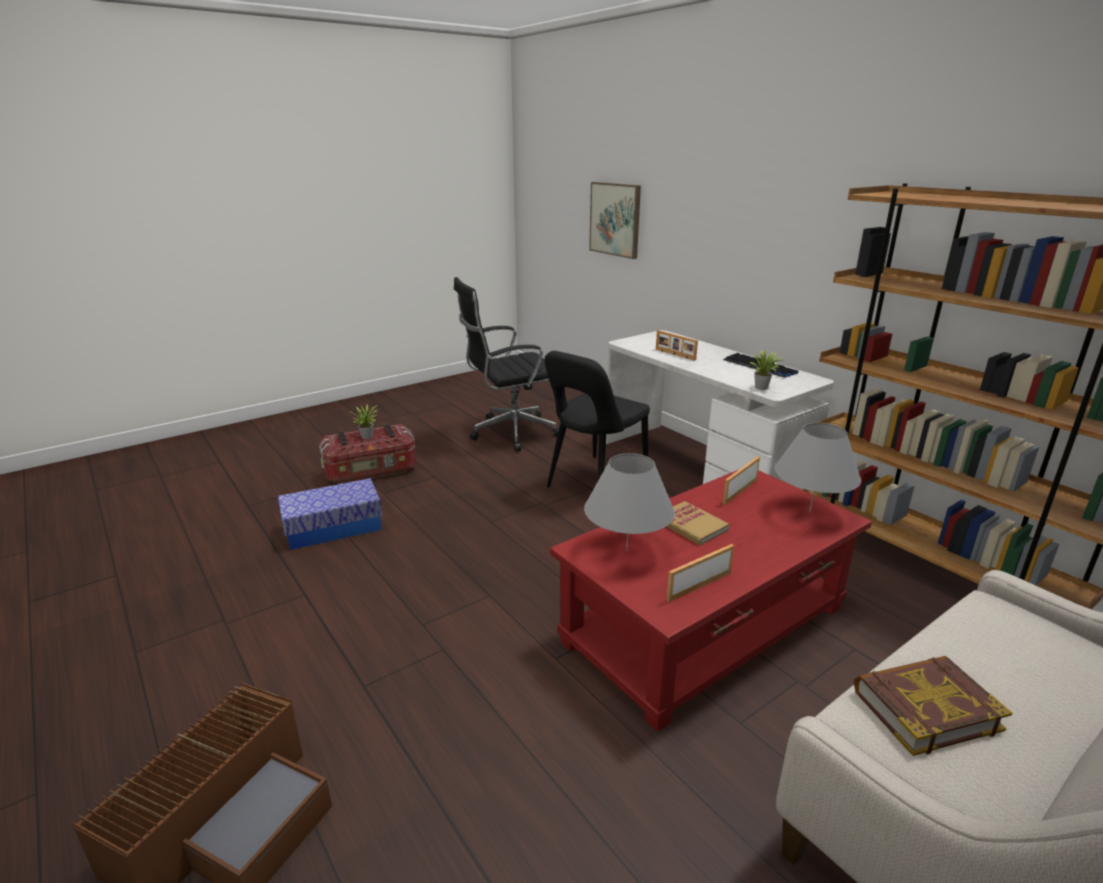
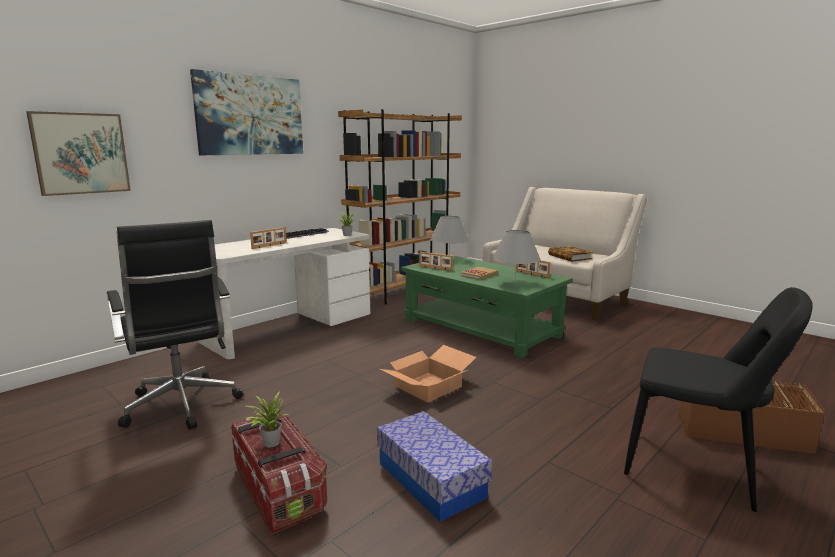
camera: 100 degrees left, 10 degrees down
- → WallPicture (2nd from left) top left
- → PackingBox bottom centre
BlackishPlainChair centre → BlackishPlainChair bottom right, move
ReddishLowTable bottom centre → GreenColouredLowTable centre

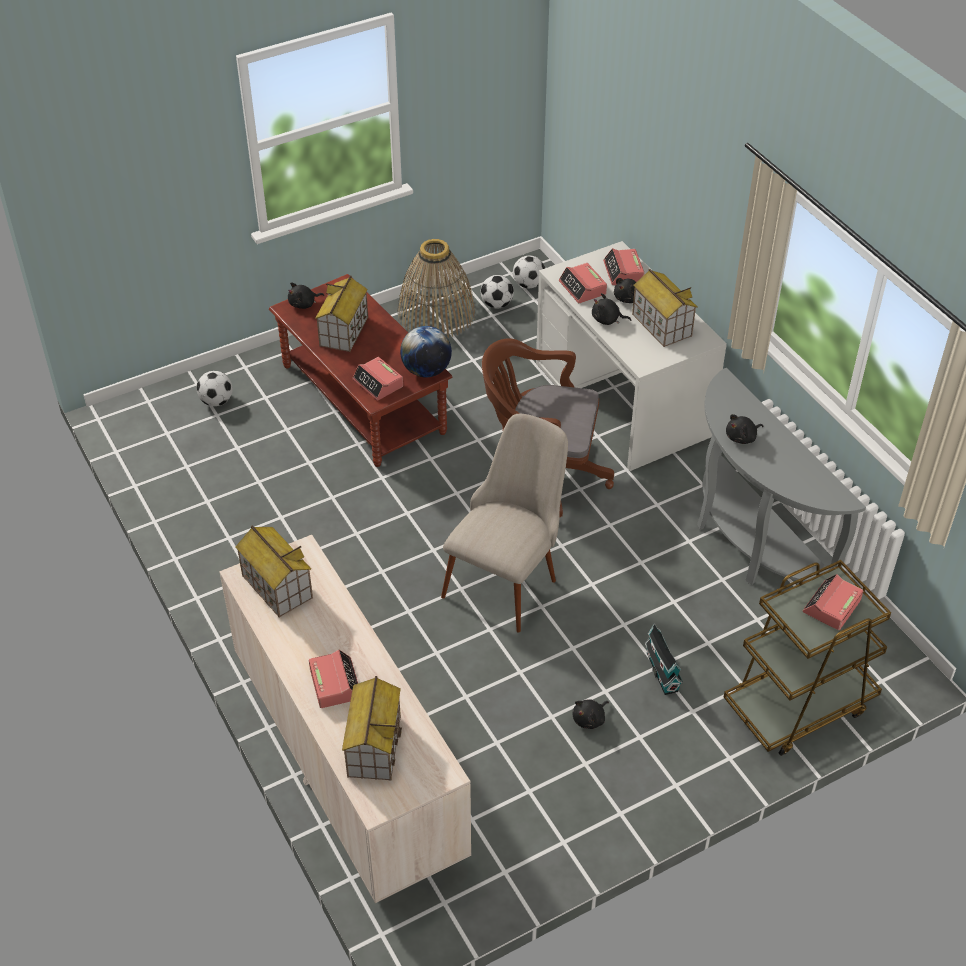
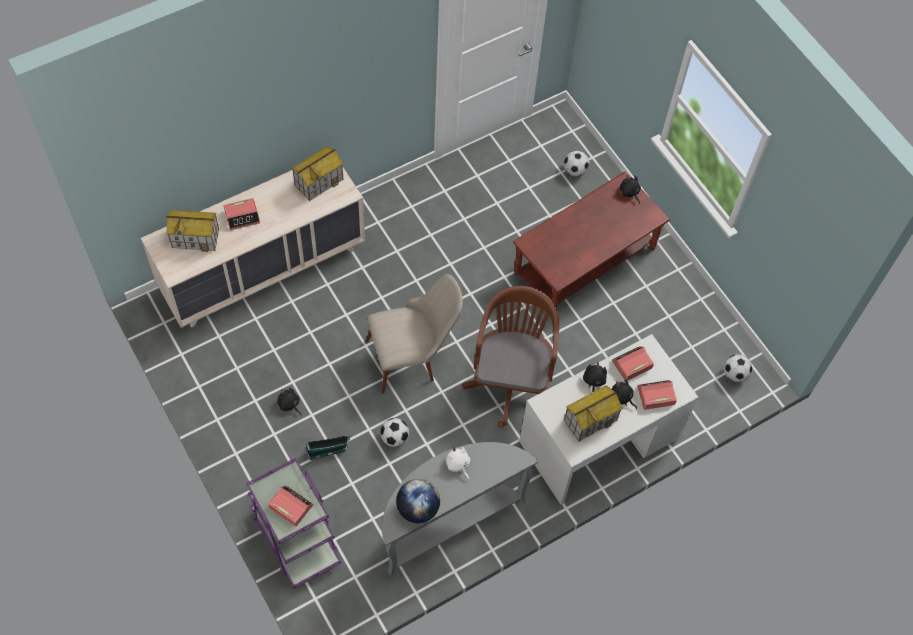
camera: 85 degrees right, 15 degrees up
MiniatureHouse (2nd from left) top centre → -
TableClock (2nd from left) centre → -
HouseholdBasket top centre → -
DeskGlobe centre → DeskGlobe bottom centre, move
Football (2nd from left in the first image) top centre → Football (1st from left) bottom centre, move
BrownColouredCart bottom right → PurplishCart bottom left
BlackishSoftToy (5th from left) middle right → WhitishSoftToy bottom centre
BeigePlainChair centre, 45 degrees counterclockwise

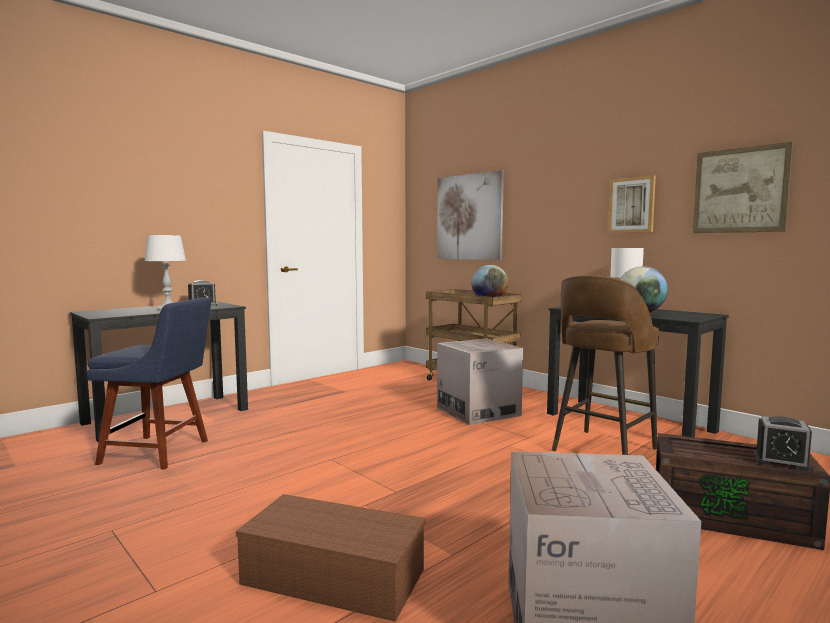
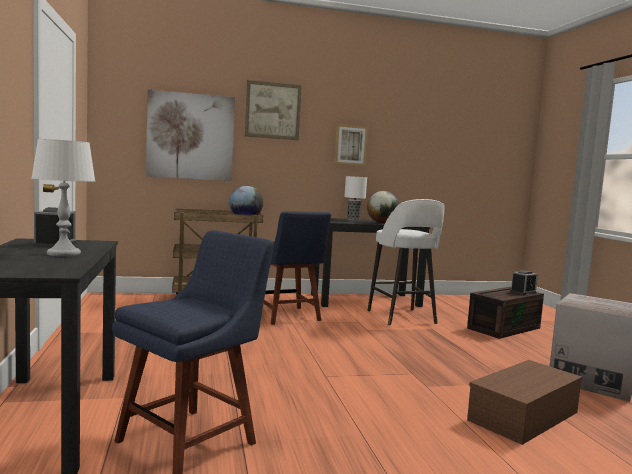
camera: 60 degrees left, 0 degrees up
WallPicture (3rd from left in the first image) top right → WallPicture (2nd from left) top centre, move
PackingBox (1st from left) centre → BluishPlainChair (2nd from left) centre
BrownColouredSittingStool middle right → WhitishSittingStool centre

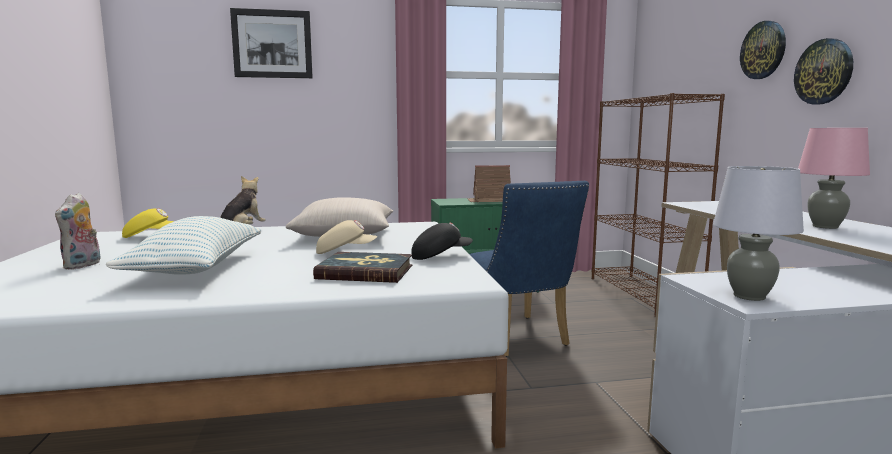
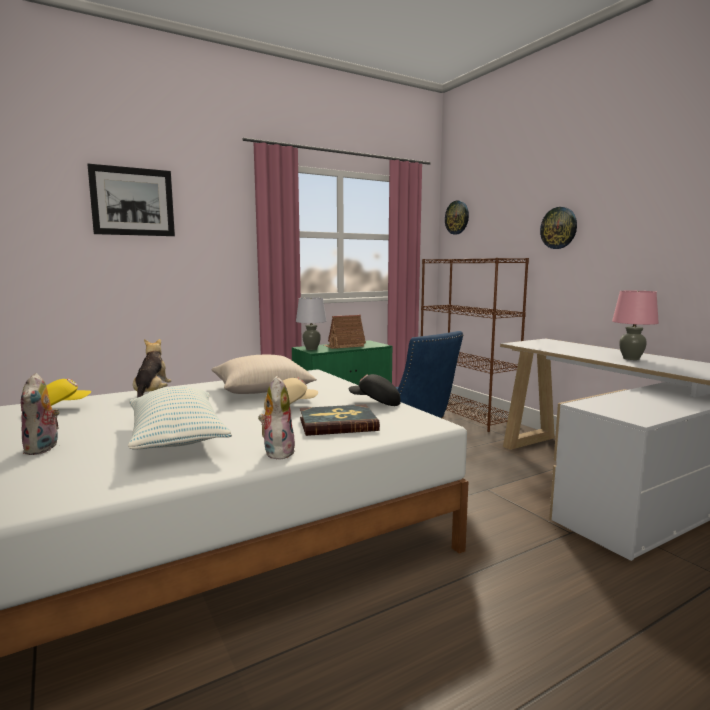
camera: 20 degrees left, 0 degrees up
- → SoftToy (3rd from left) centre
GrayTabletopLamp middle right → GrayTabletopLamp centre, move
ClockOnTheWall (2nd from left in the first image) top right → ClockOnTheWall (1st from left) top centre, move
BlackishCap centre, 120 degrees counterclockwise

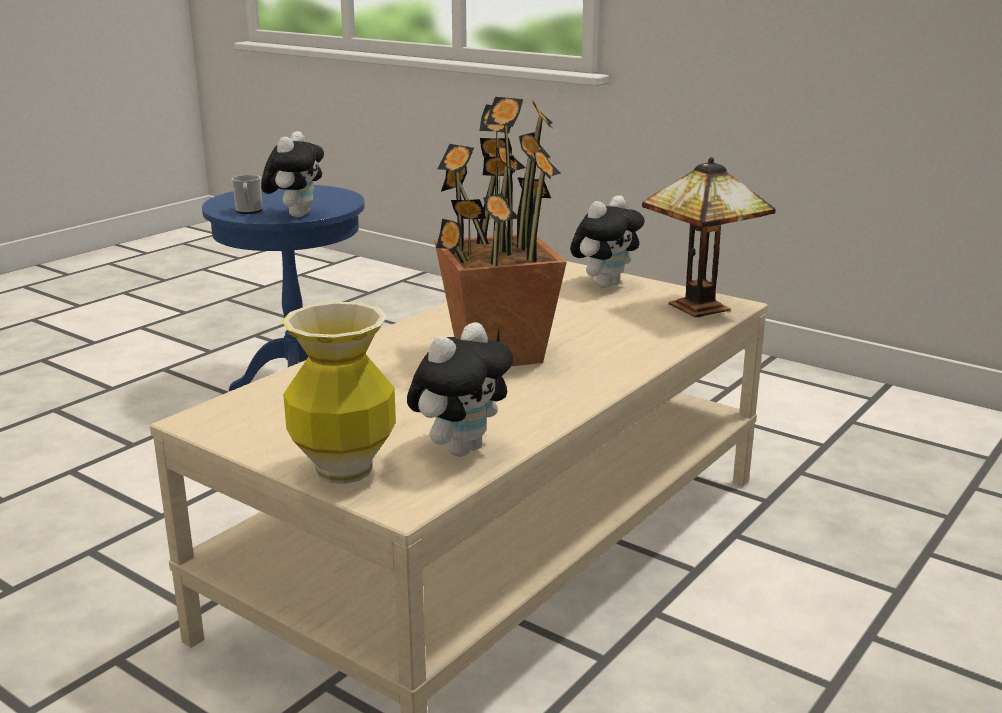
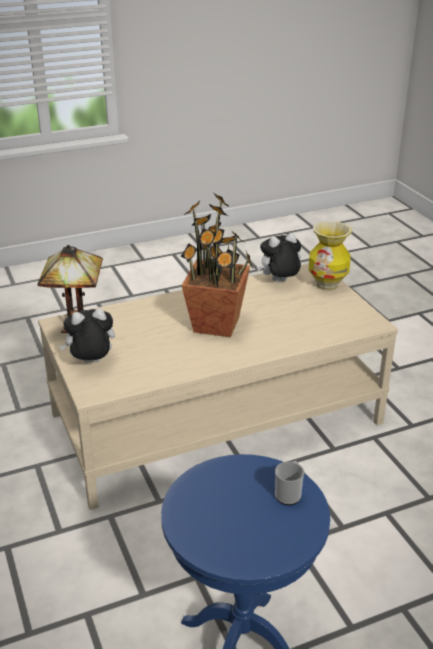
camera: 150 degrees left, 10 degrees up
SoftToy (1st from left) top left → -

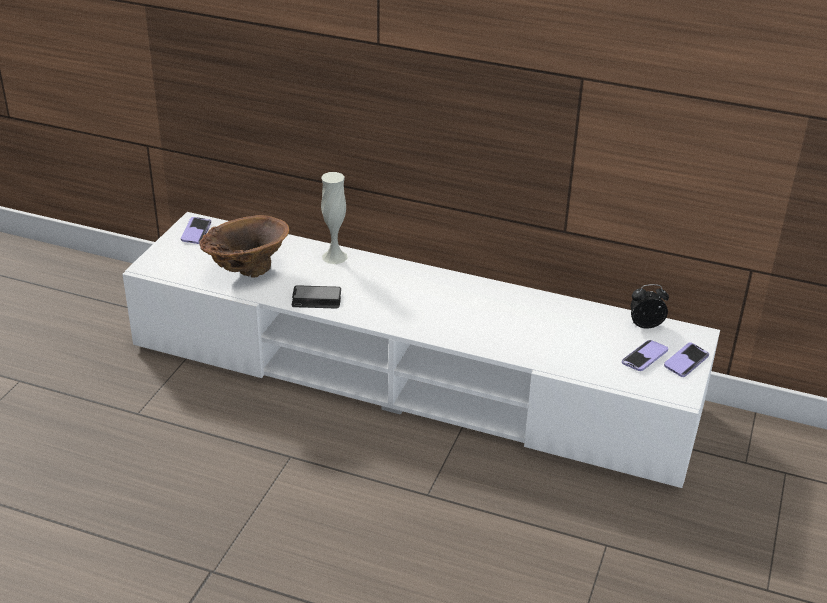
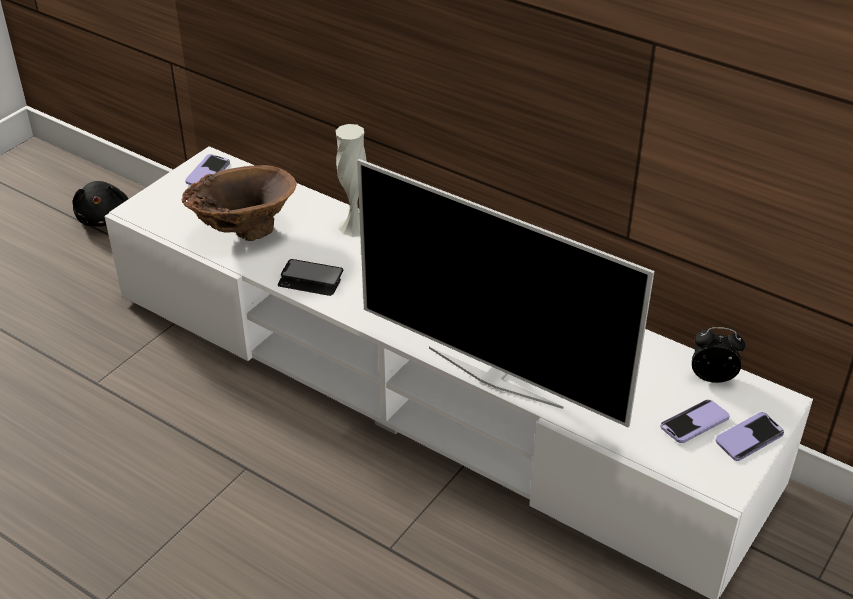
camera: 15 degrees right, 5 degrees up
- → BlackishSoftToy middle left
- → Television centre

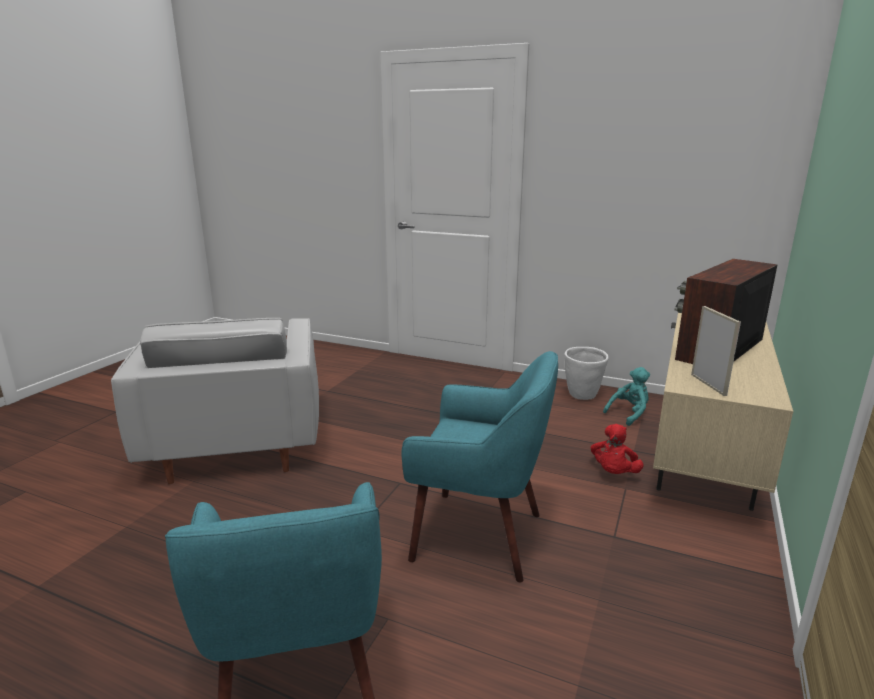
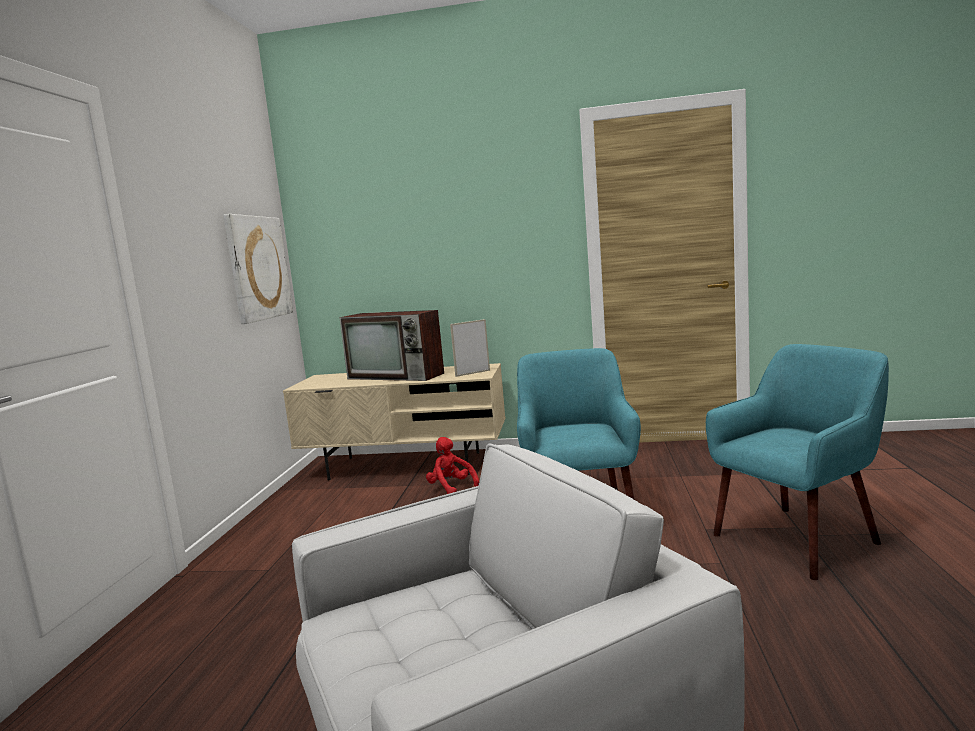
camera: 105 degrees left, 10 degrees down
WhitishFlowerPot middle right → -
TurquoiseSoftToy middle right → -
- → WallPicture middle left
ReddishSoftToy middle right → ReddishSoftToy centre, 135 degrees counterclockwise

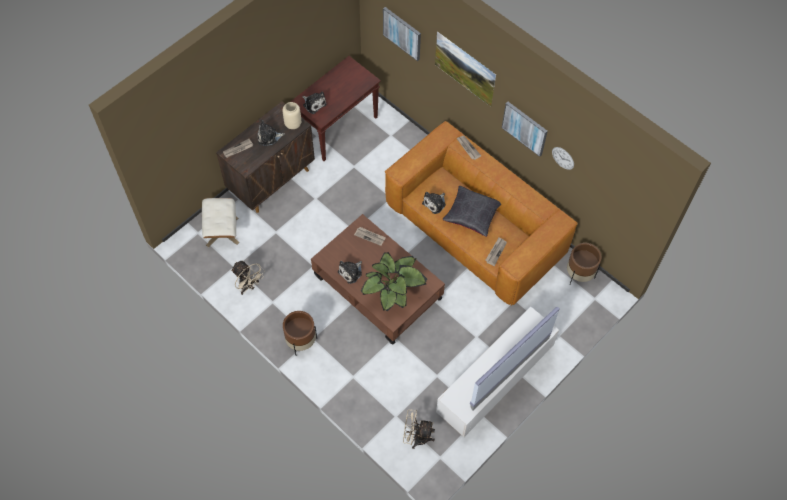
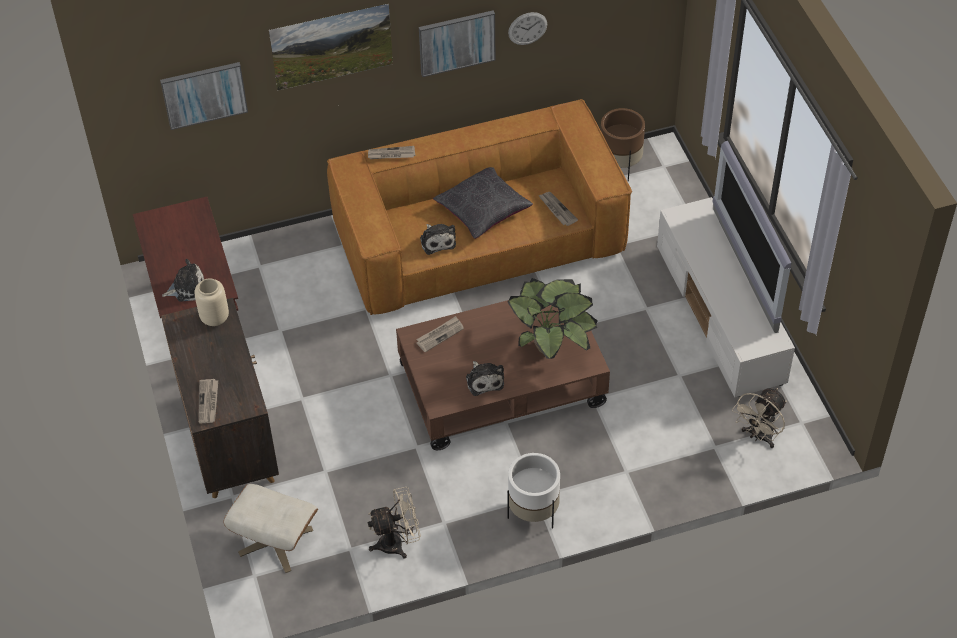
camera: 60 degrees left, 10 degrees down
SoftToy (1st from left) top centre → -
BrownColouredFlowerPot (1st from left) centre → WhitishFlowerPot bottom centre

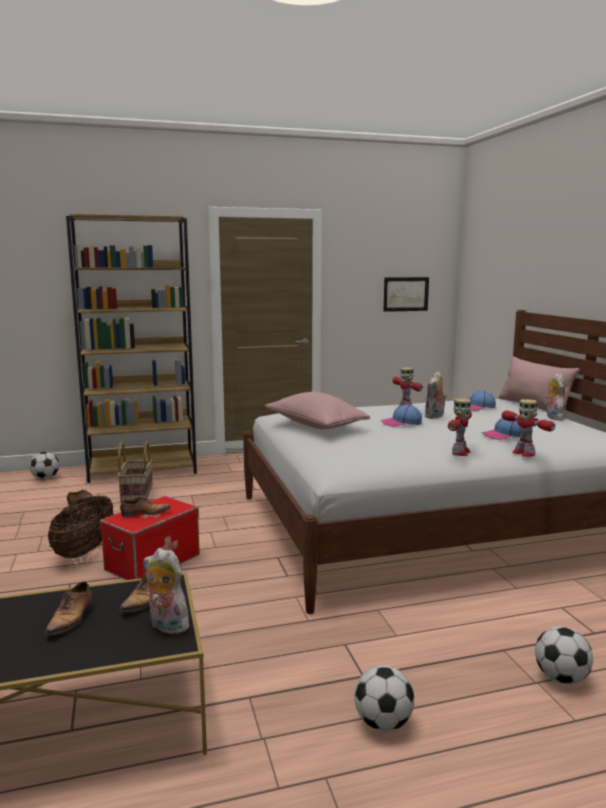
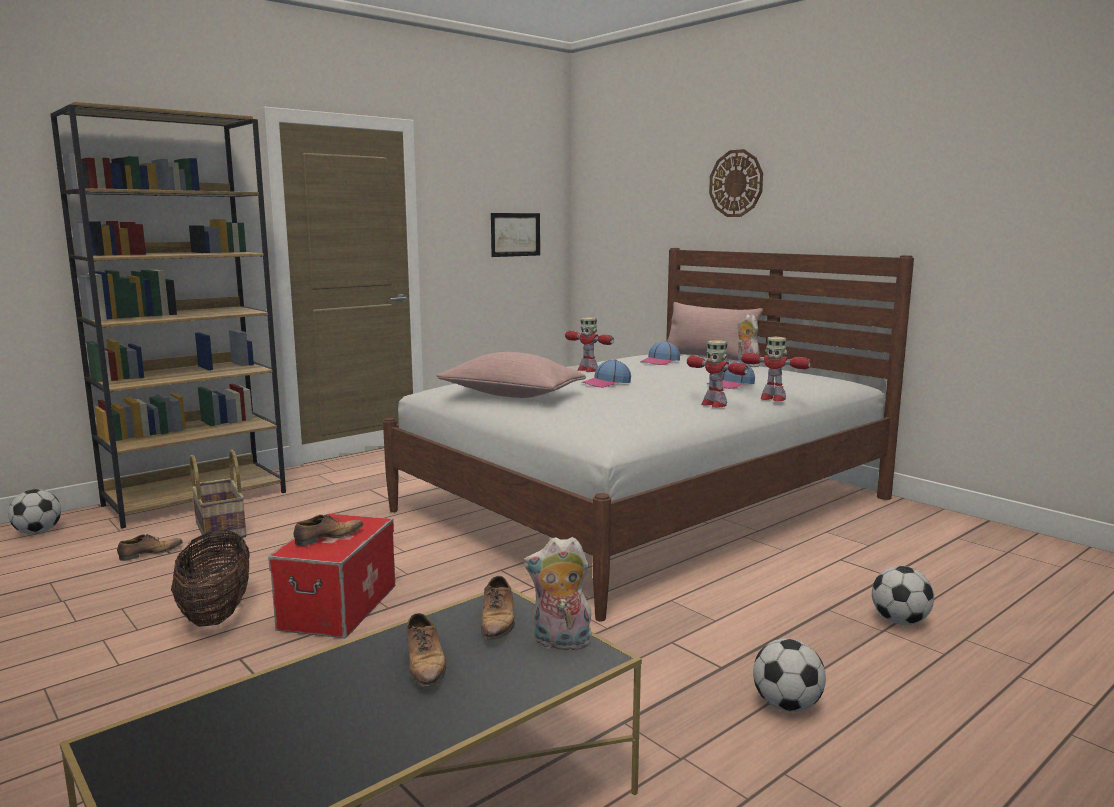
camera: 25 degrees left, 0 degrees up
SoftToy (2nd from left) middle right → -
- → ClockOnTheWall top centre
ToyRobot (2nd from left) middle right → ToyRobot (2nd from left) centre, 135 degrees clockwise

